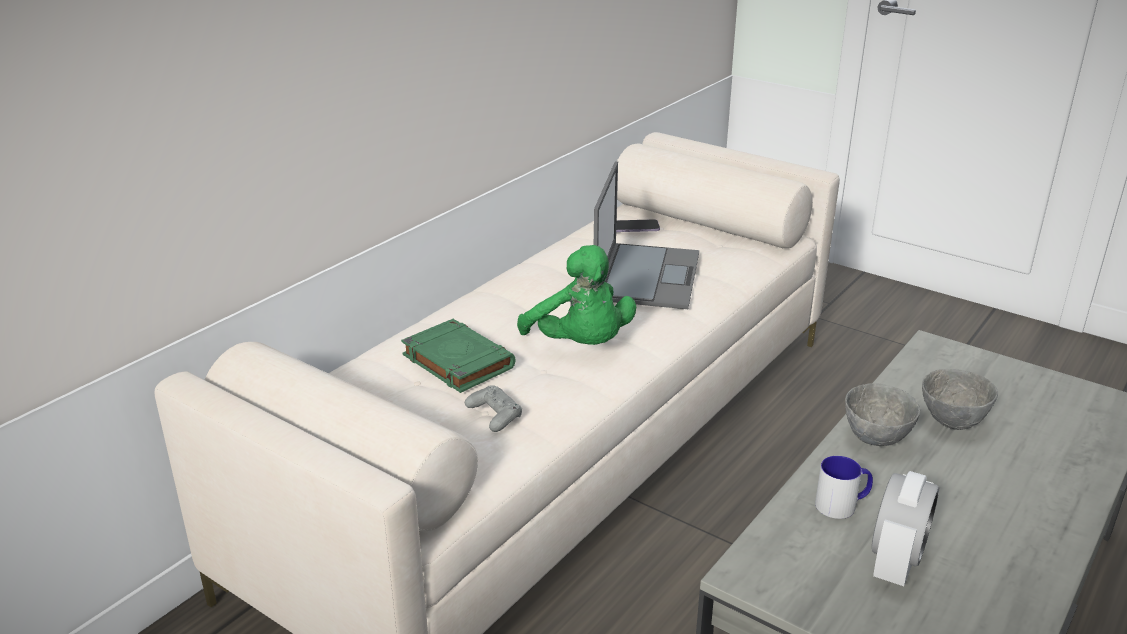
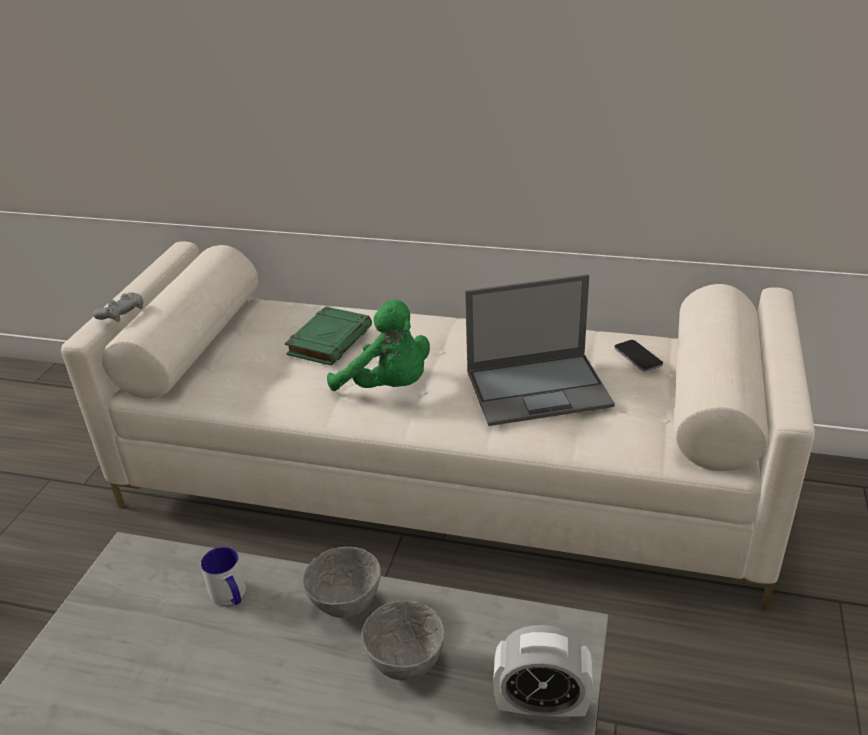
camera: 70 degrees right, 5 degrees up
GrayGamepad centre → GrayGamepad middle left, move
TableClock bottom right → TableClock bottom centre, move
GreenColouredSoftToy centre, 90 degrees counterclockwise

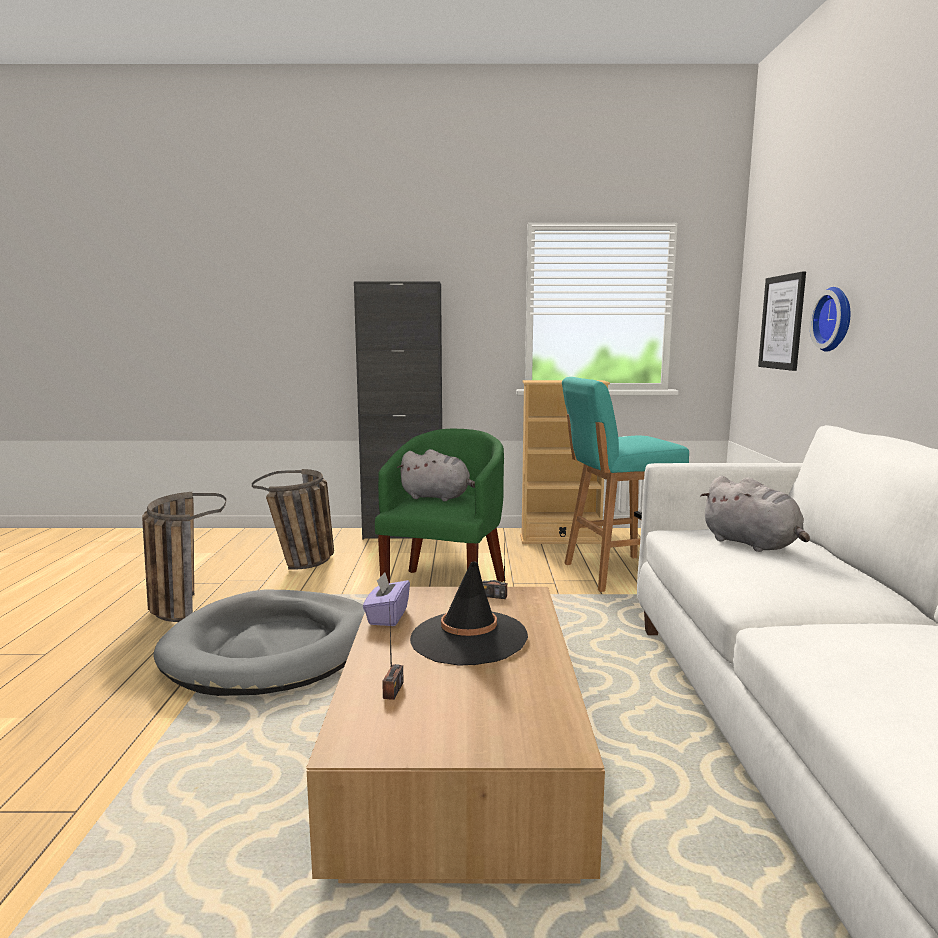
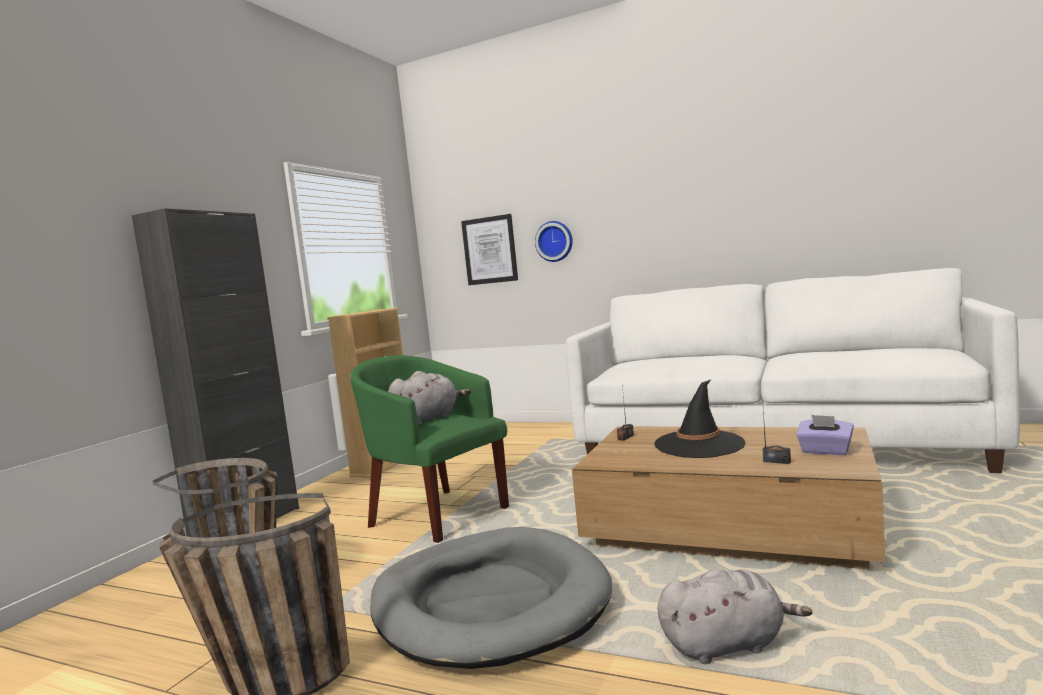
camera: 65 degrees left, 5 degrees down
TurquoiseSittingStool centre → -
PurplishBoxOfTissues centre → PurplishBoxOfTissues middle right, move
GraySoftToy (2nd from left) middle right → GraySoftToy (2nd from left) bottom right, move

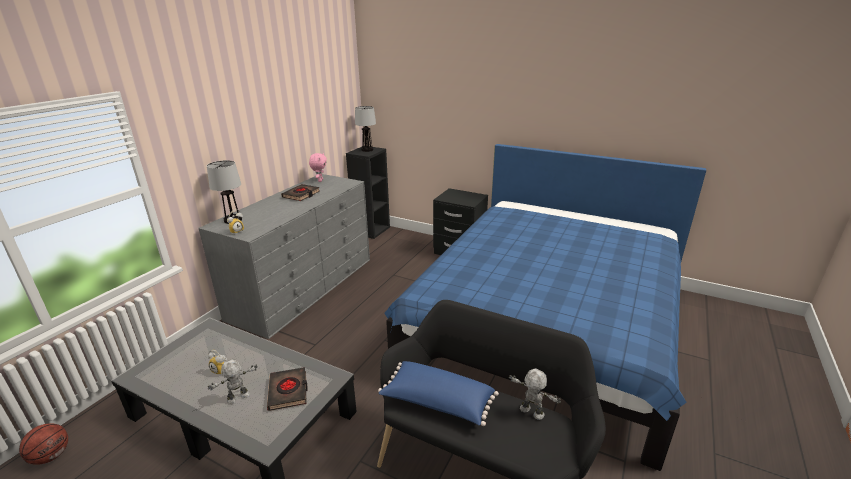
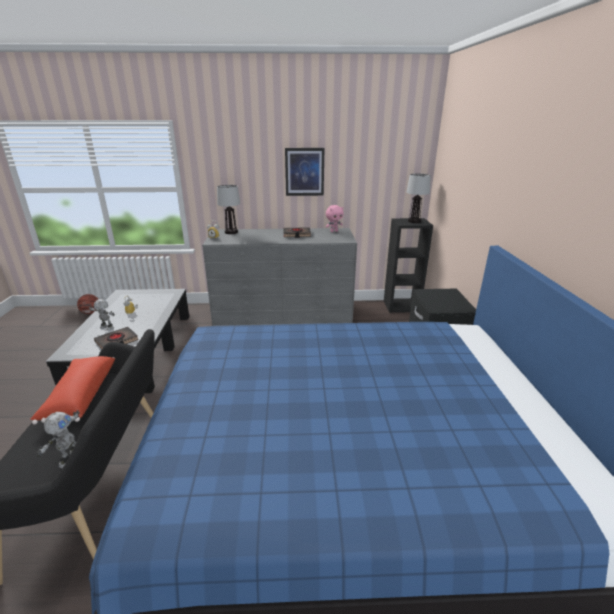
camera: 60 degrees right, 0 degrees up
- → WallPicture top centre
BluishPillow bottom centre → ReddishPillow middle left

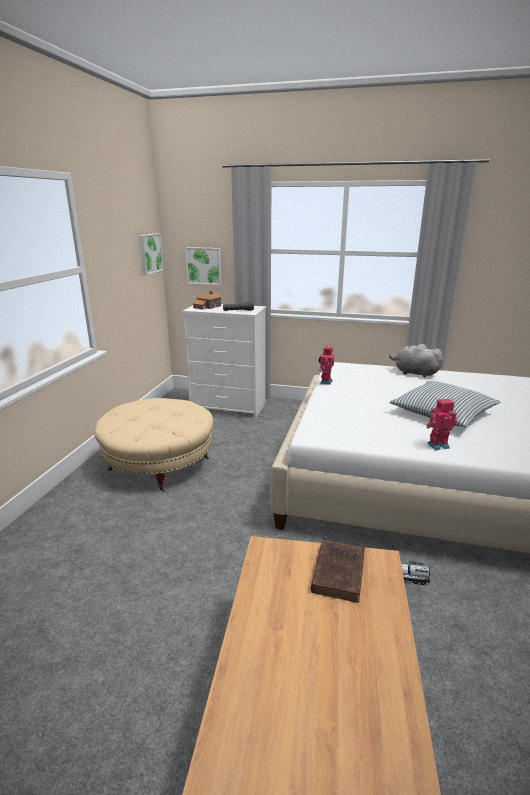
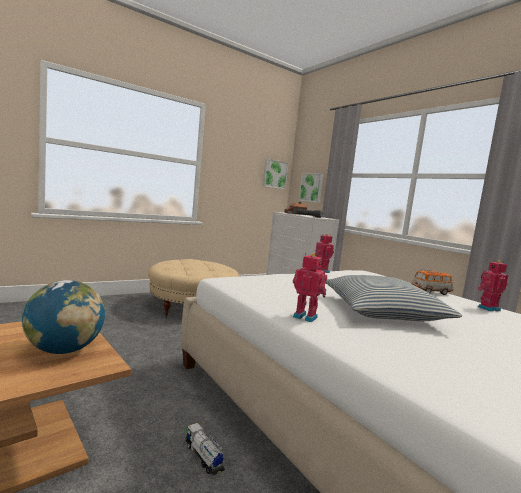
camera: 40 degrees right, 15 degrees down
- → ToyRobot (3rd from left) middle right
BrownColouredBook bottom centre → DeskGlobe middle left
GraySoftToy middle right → ModelCar middle right

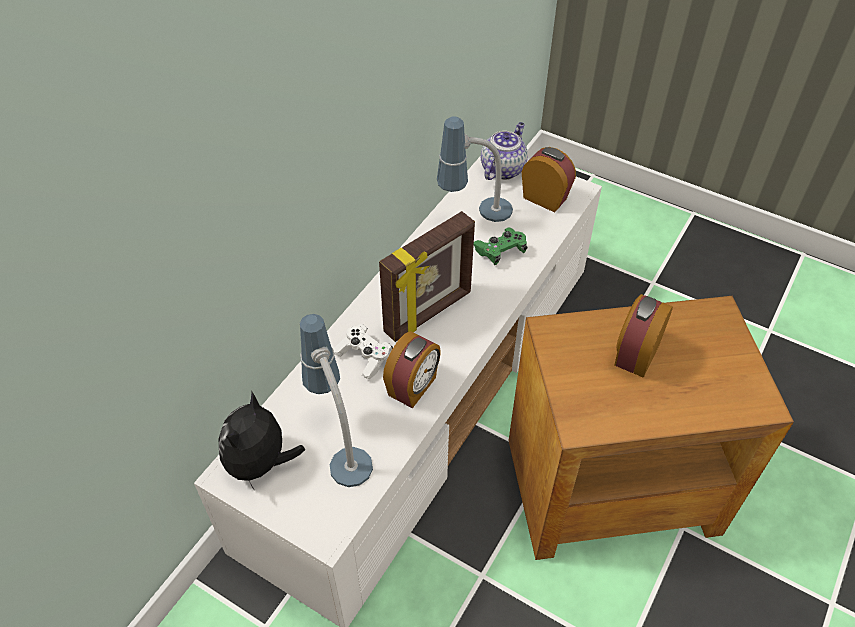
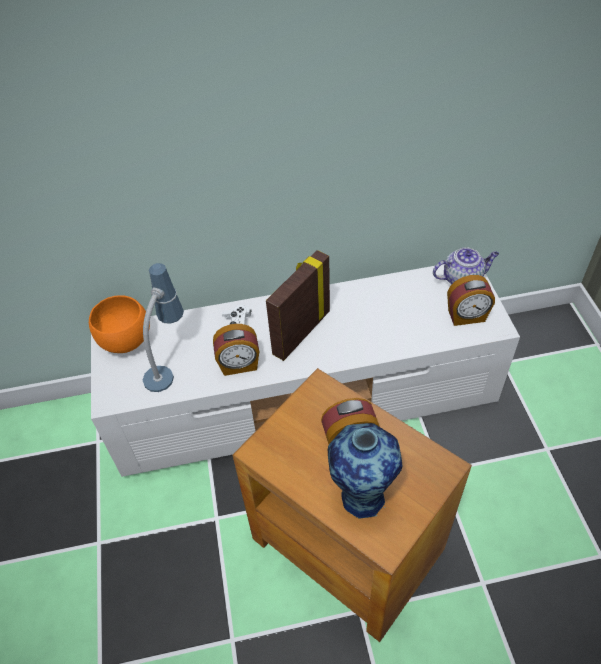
camera: 50 degrees right, 0 degrees up
TabletopLamp (2nd from left) top centre → -
GreenColouredGamepad centre → -
- → DecorativeVase bottom centre
SoftToy bottom left → OrangeServingBowl middle left
PhotoFrame centre, 120 degrees clockwise
TableClock (2nd from left in the first image) top centre → TableClock (3rd from left) middle right, 90 degrees clockwise

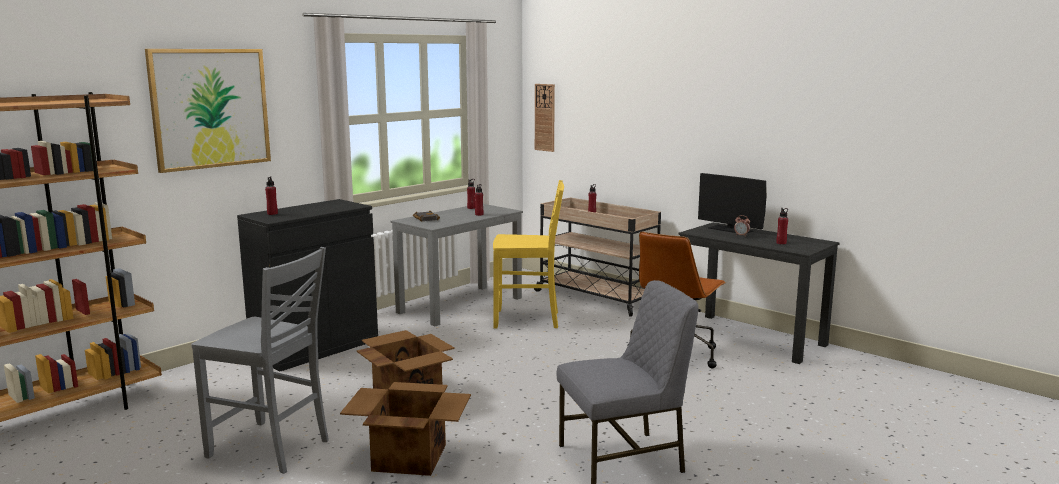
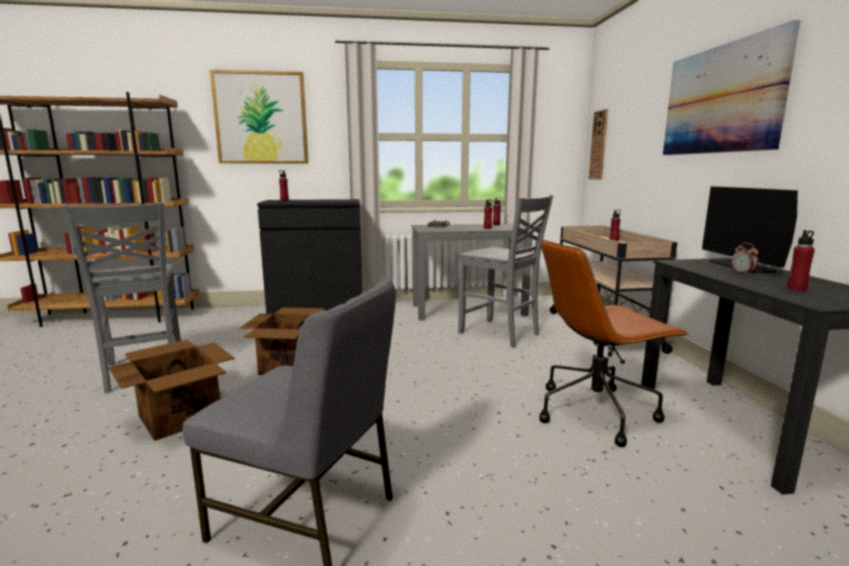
camera: 40 degrees right, 0 degrees up
- → WallPicture (2nd from left) top right
YellowColouredPlainChair centre → GrayPlainChair (3rd from left) centre

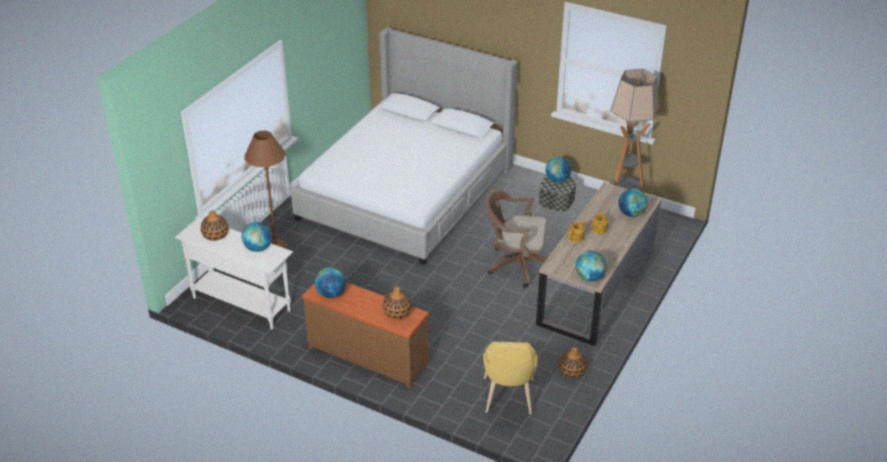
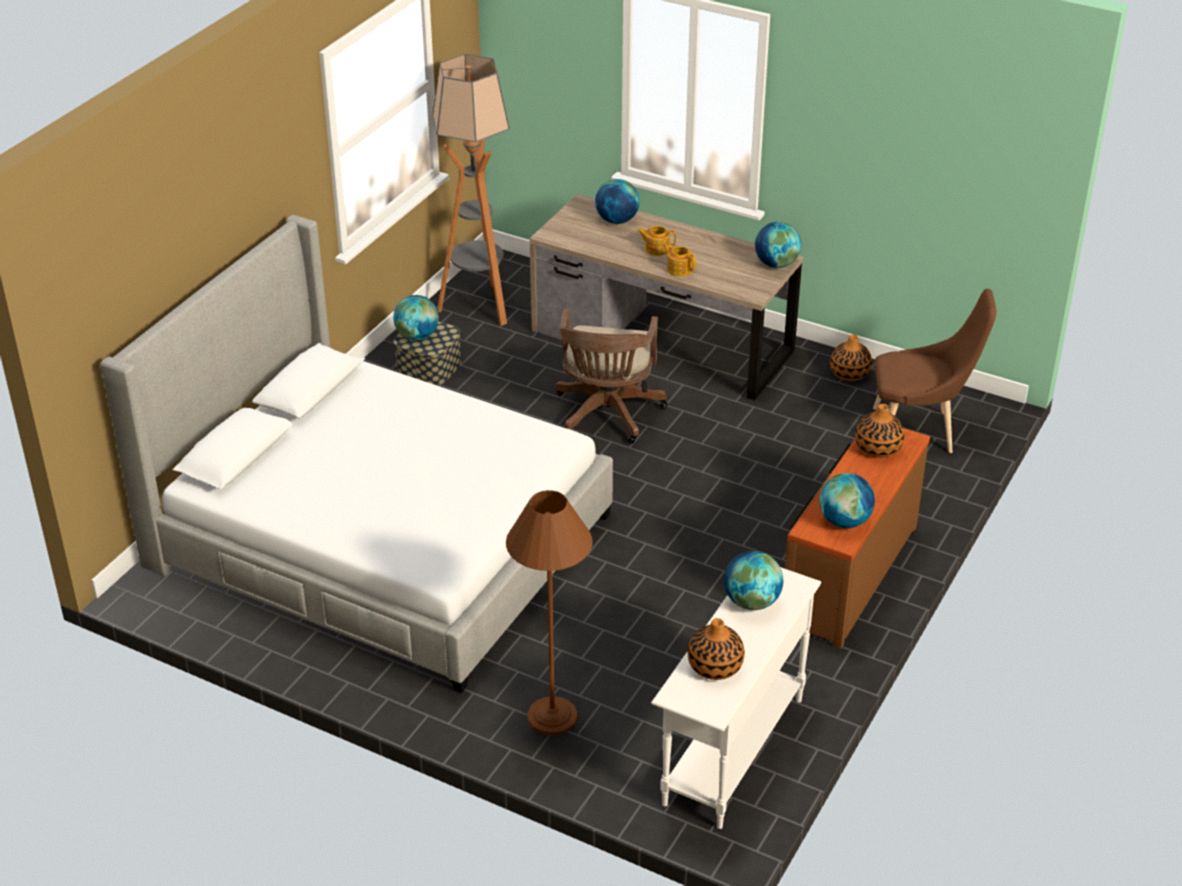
camera: 90 degrees left, 0 degrees up
YellowColouredPlainChair bottom centre → BrownColouredPlainChair middle right

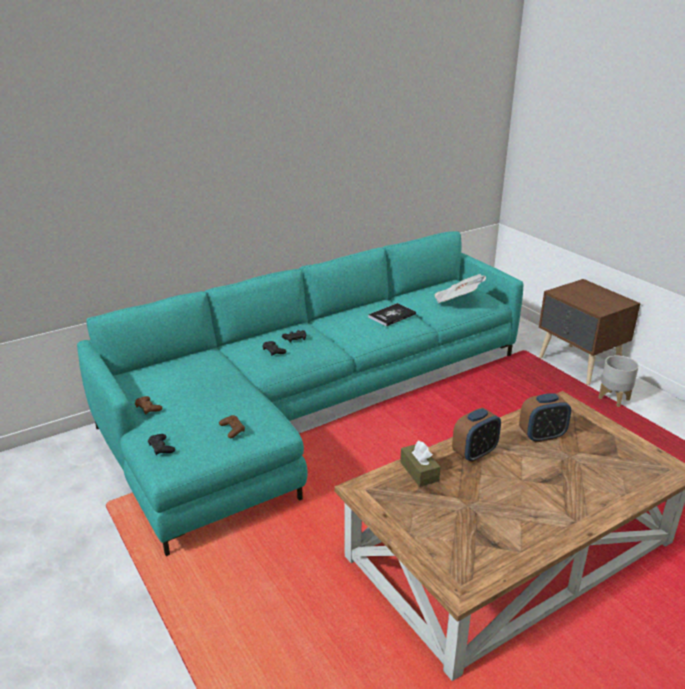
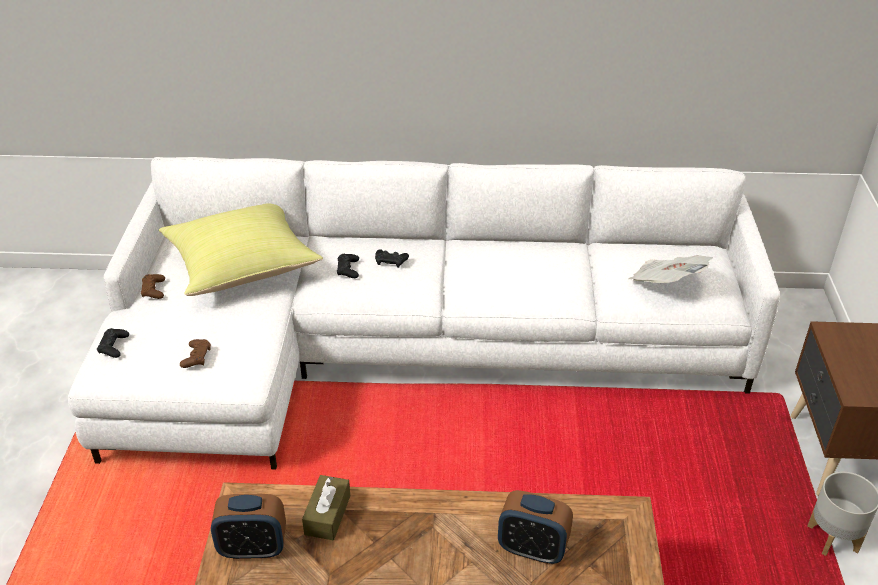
camera: 35 degrees right, 10 degrees up
Book centre → -
- → YellowColouredPillow middle left
TableClock (1st from left) middle right → TableClock (1st from left) bottom left, move
TurquoiseCouch centre → WhitishCouch centre

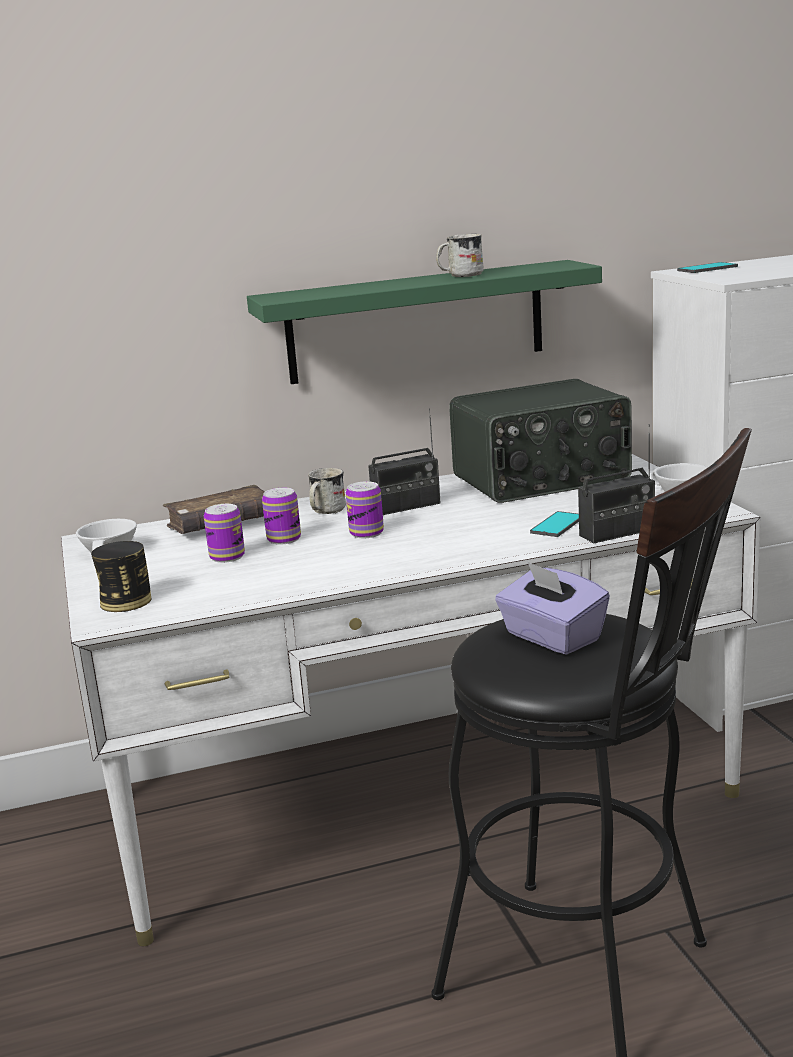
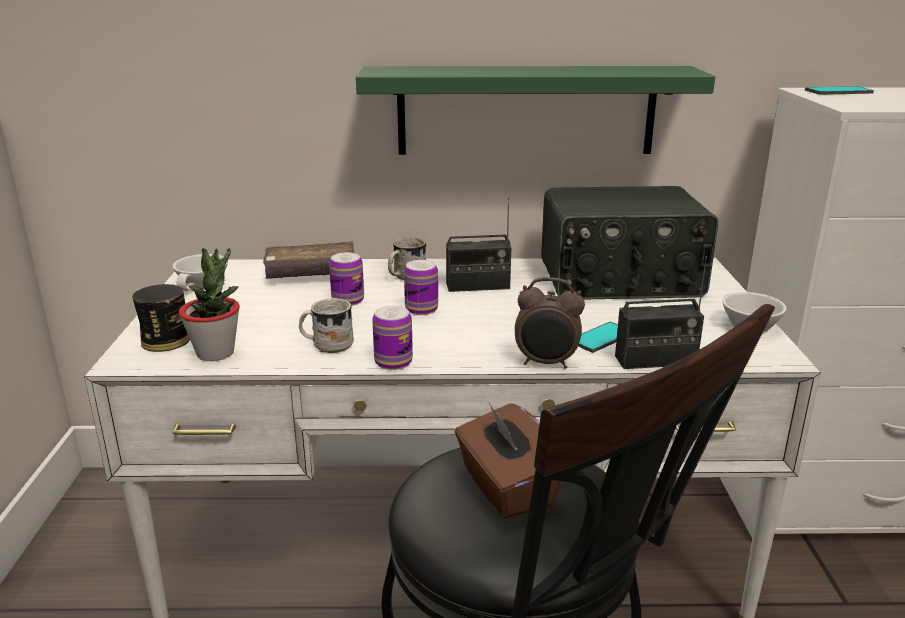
camera: 15 degrees right, 5 degrees up
- → Houseplant middle left
- → TableClock centre
Can (2nd from left in the first image) middle left → Can (3rd from left) centre, move
WhitishCoffeeMug (2nd from left in the first image) top centre → WhitishCoffeeMug (1st from left) centre, move
PurplishBoxOfTissues middle right → BrownColouredBoxOfTissues bottom centre

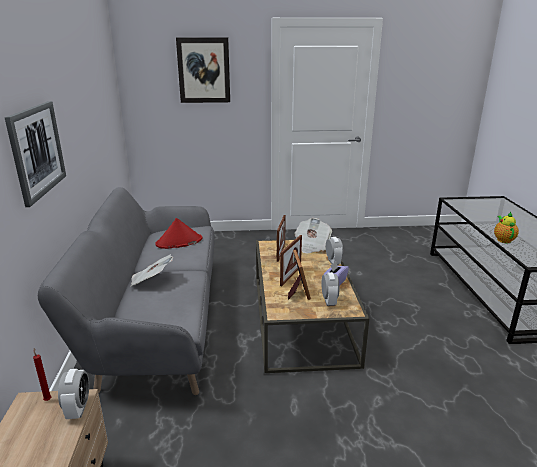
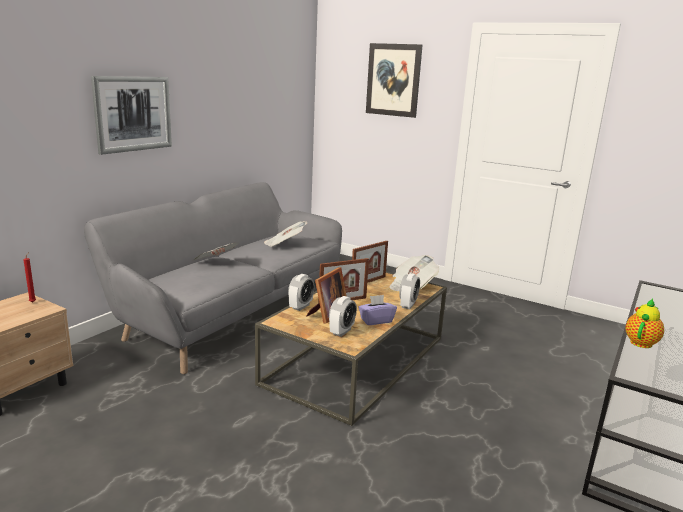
camera: 35 degrees right, 5 degrees down
TableClock (1st from left) bottom left → TableClock (1st from left) centre, move
ReddishHat centre → DailyPaper (2nd from left) centre

